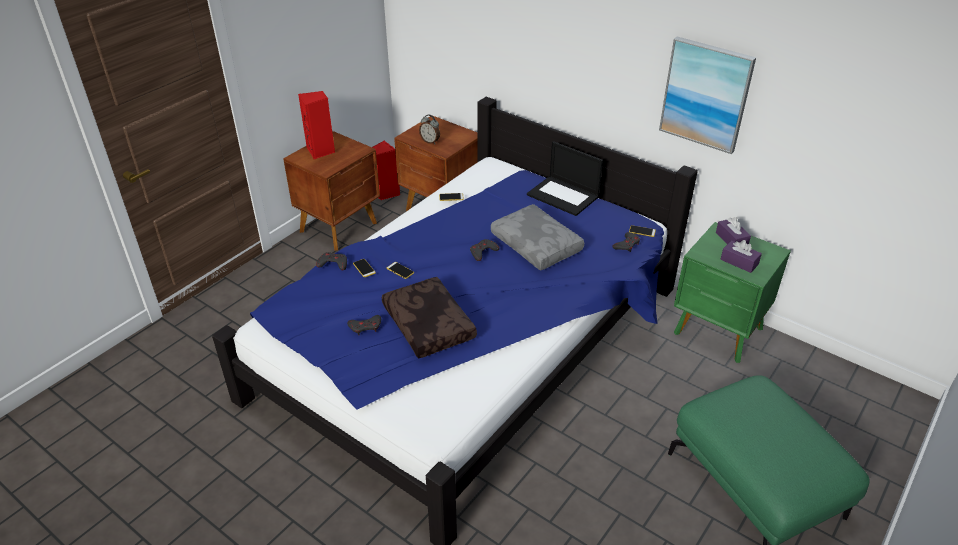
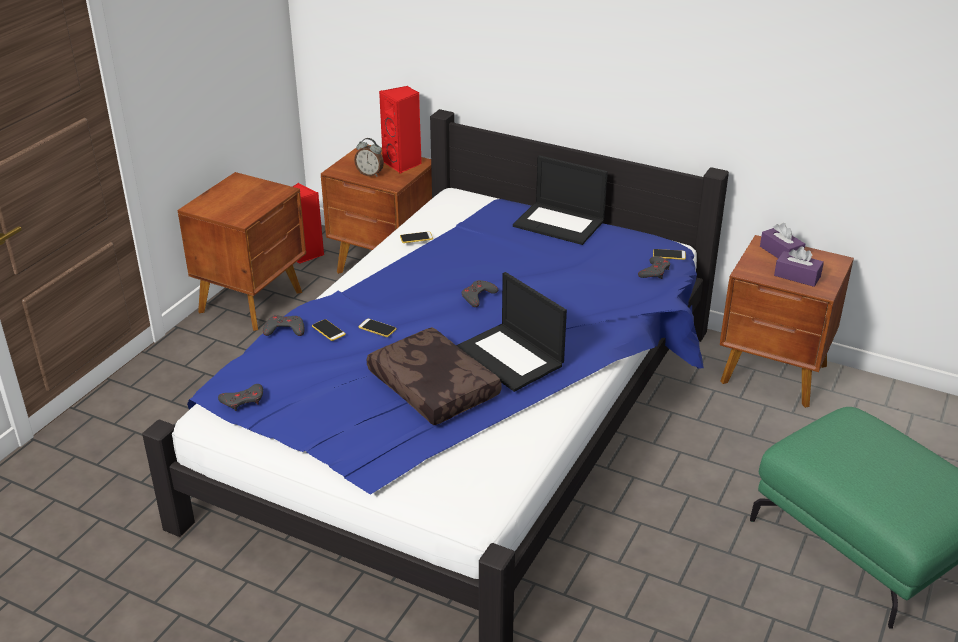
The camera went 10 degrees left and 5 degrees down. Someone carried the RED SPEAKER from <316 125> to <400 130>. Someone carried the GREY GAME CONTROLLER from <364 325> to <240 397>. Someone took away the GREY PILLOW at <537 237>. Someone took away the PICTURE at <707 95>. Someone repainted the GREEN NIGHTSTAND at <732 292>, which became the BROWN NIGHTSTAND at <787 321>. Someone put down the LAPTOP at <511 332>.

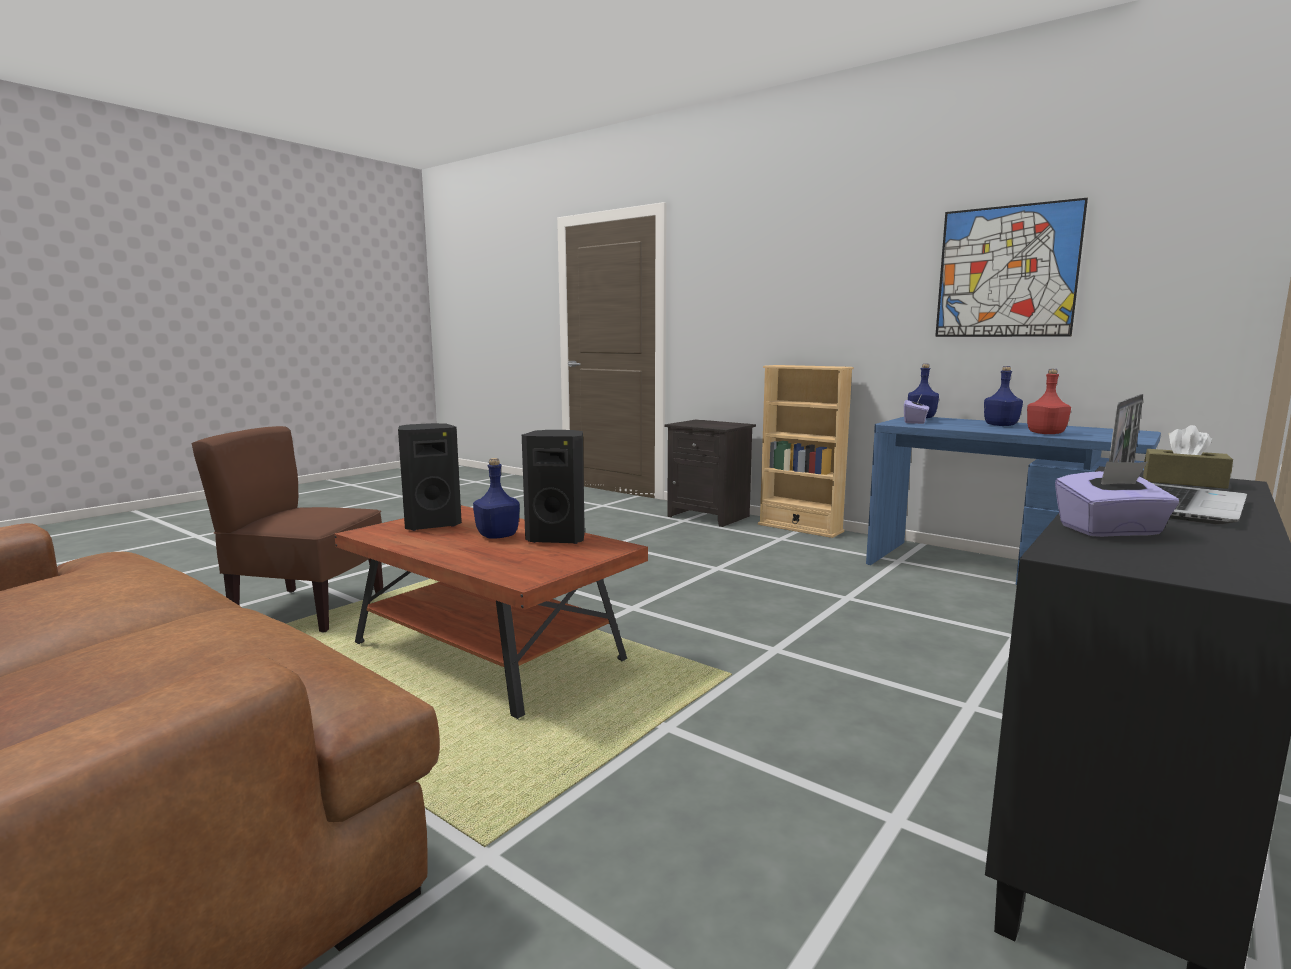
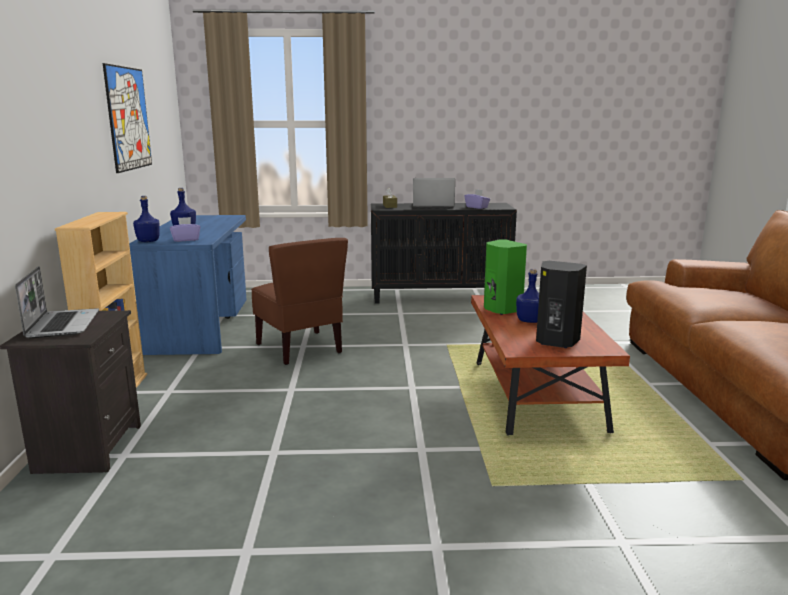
The camera went 130 degrees left and 5 degrees up. Someone carried the BROWN CHAIR from <288 529> to <299 301>. Someone repainted the BLACK SPEAKER at <553 487>, which became the GREEN SPEAKER at <505 277>. Someone took away the RED BOTTLE at <1049 401>. Someone put down the LAPTOP at <57 302>.

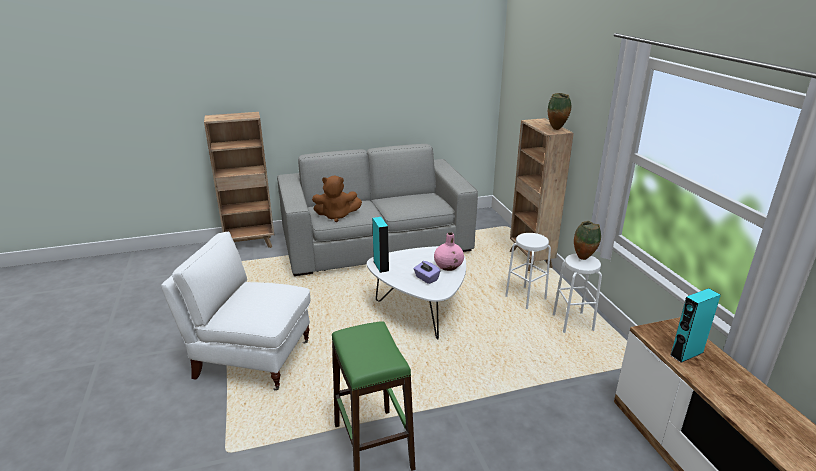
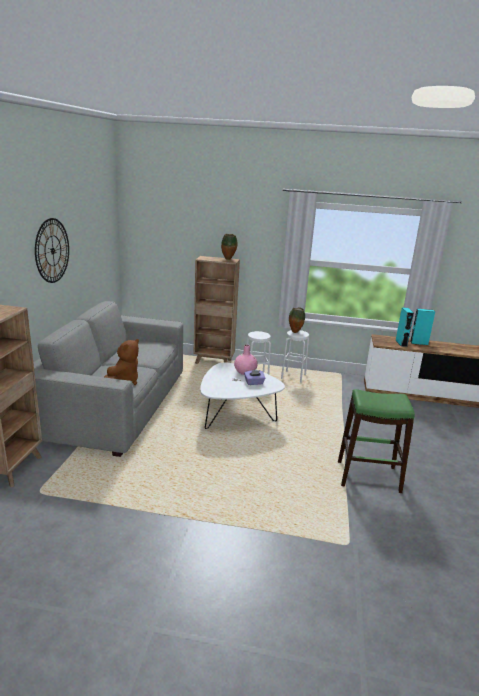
The camera went 65 degrees left and 5 degrees down. Someone took away the WHITE ARMCHAIR at <236 311>. Someone carried the TURQUOISE SPEAKER from <380 245> to <422 327>. Someone put up the WALL CLOCK at <52 250>.

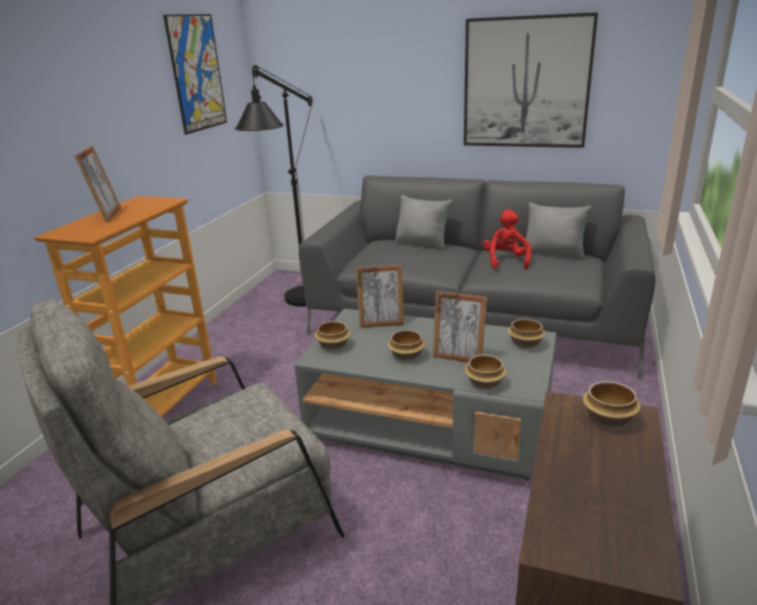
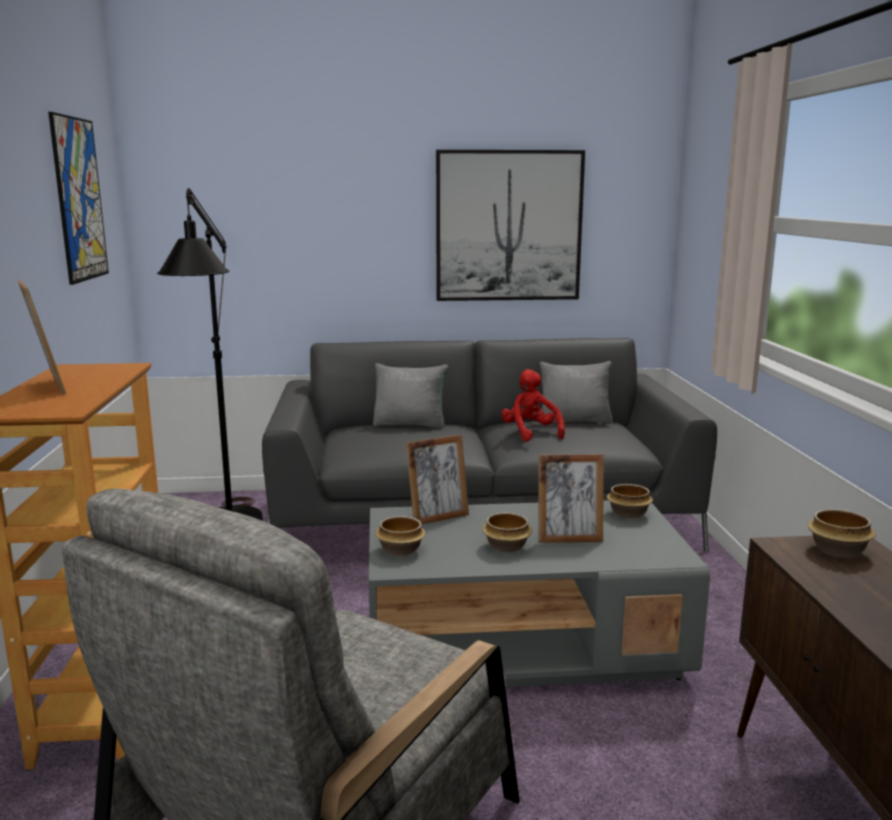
The camera went 25 degrees left and 10 degrees down. Someone took away the BOWL at <485 372>.

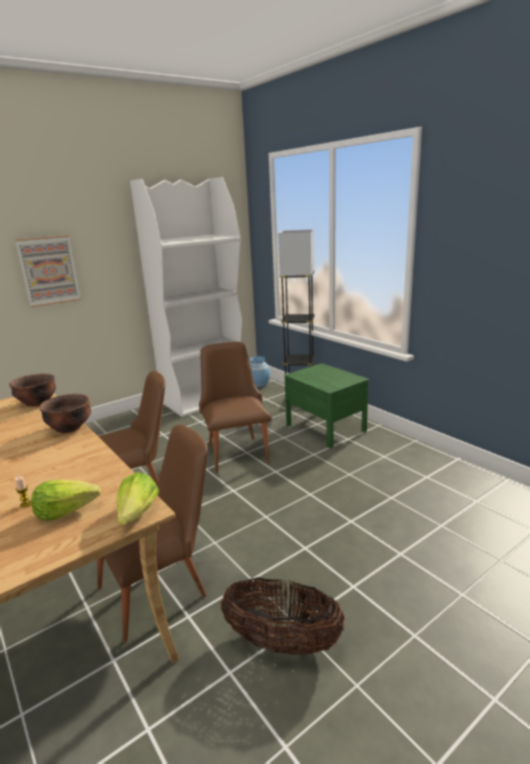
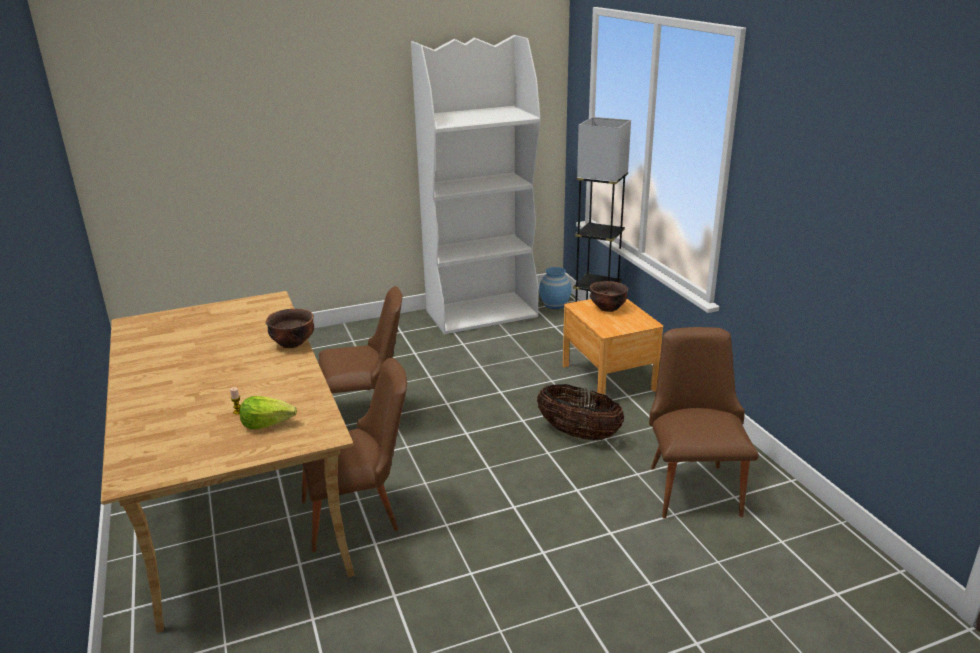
The camera went 15 degrees right and 5 degrees up. Someone carried the BROWN BOWL from <32 390> to <609 296>. Someone took away the PICTURE at <48 271>. Someone took away the LETTUCE at <138 498>. Someone carried the BROWN CHAIR from <235 407> to <704 423>. Someone carried the BASKET from <283 616> to <580 412>. Someone repainted the GREEN NIGHTSTAND at <326 405>, which became the BROWN NIGHTSTAND at <613 349>.

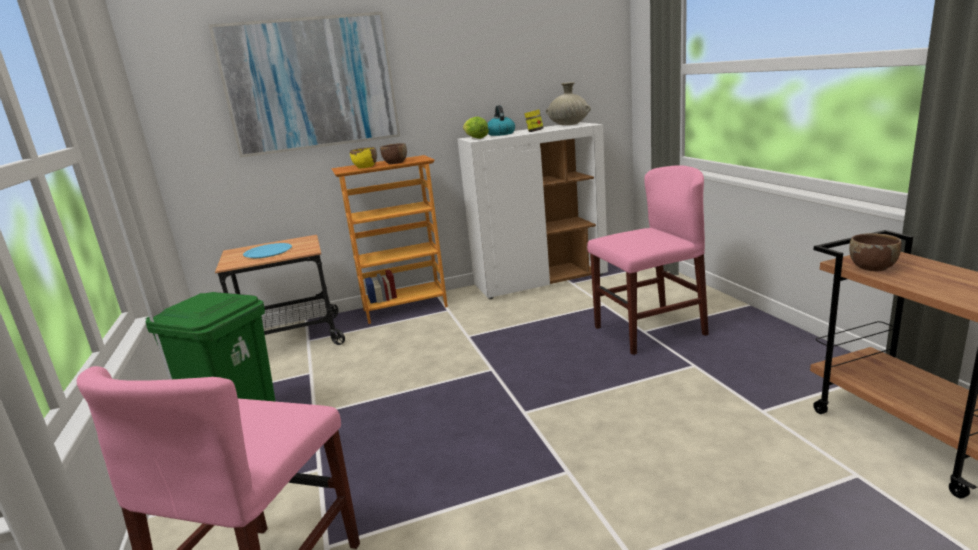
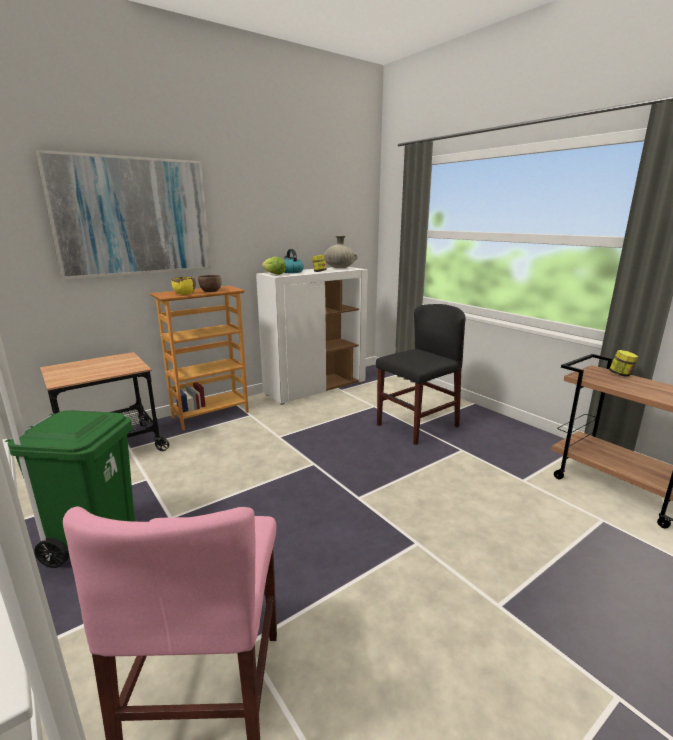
The camera went 20 degrees left and 0 degrees up. Someone took away the BLUE PLATE at <267 250>. Someone repainted the PINK CHAIR at <648 260>, which became the BLACK CHAIR at <421 374>. Someone took away the BROWN BOWL at <875 252>. Someone put down the JAR at <623 363>.

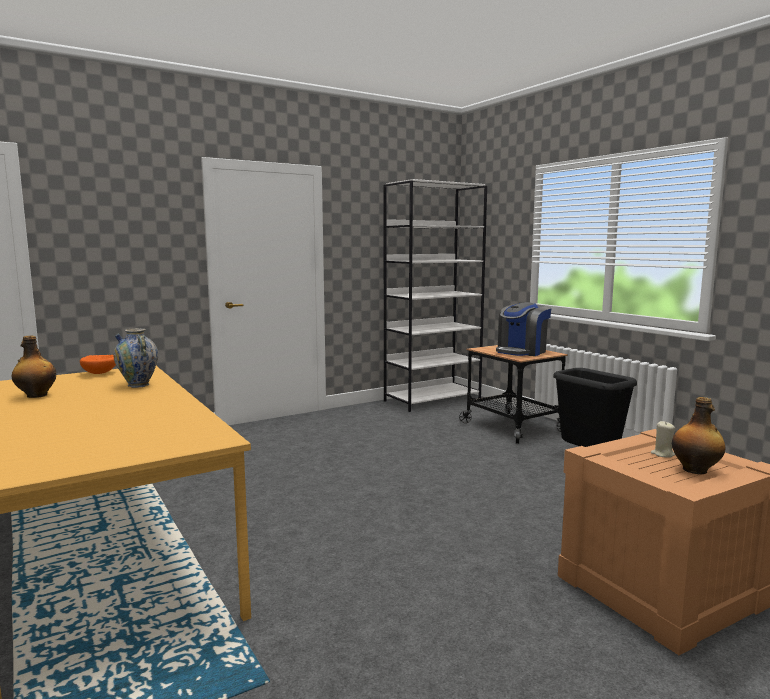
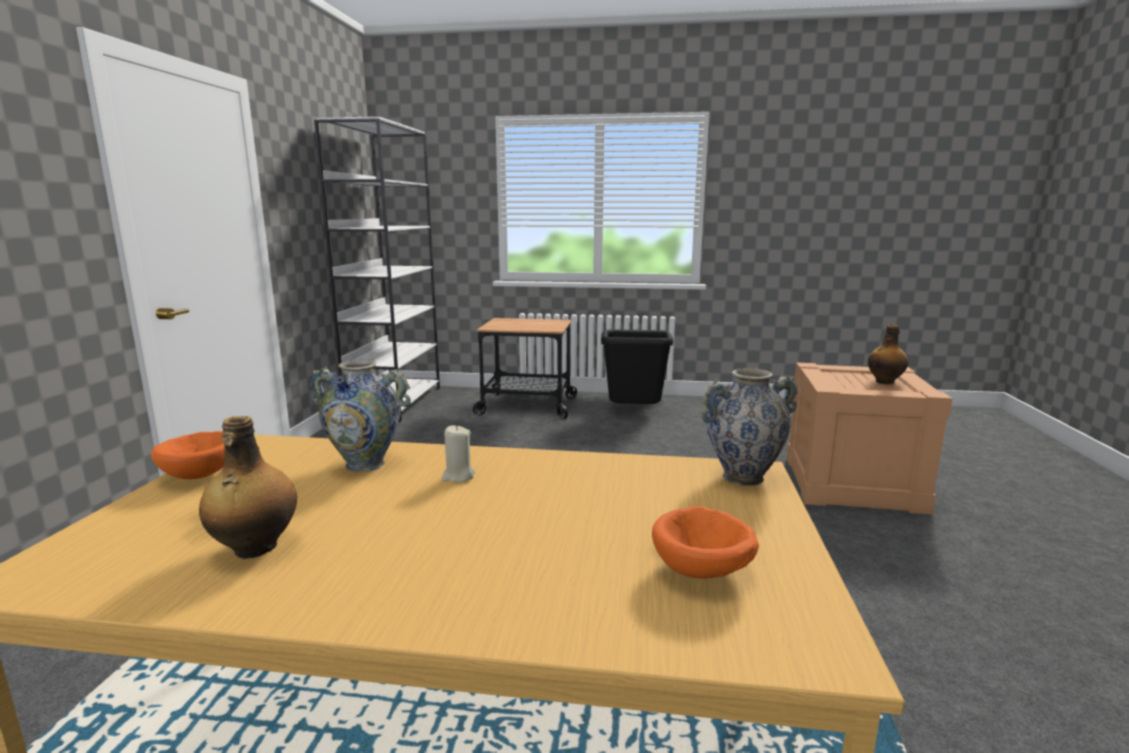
The camera went 50 degrees left and 5 degrees up. Someone took away the COFFEE MACHINE at <524 329>. Someone carried the BEIGE CANDLE from <663 439> to <458 453>. Someone put down the ORANGE BOWL at <705 542>. Someone put down the VASE at <749 427>.

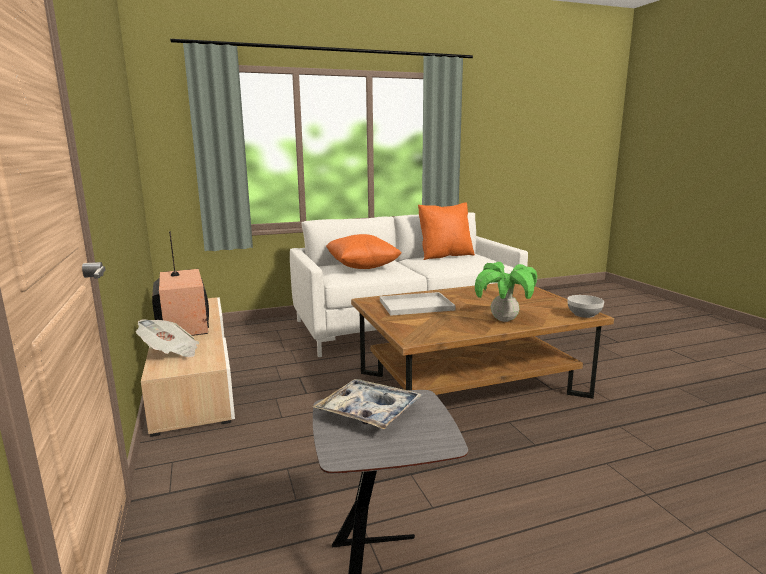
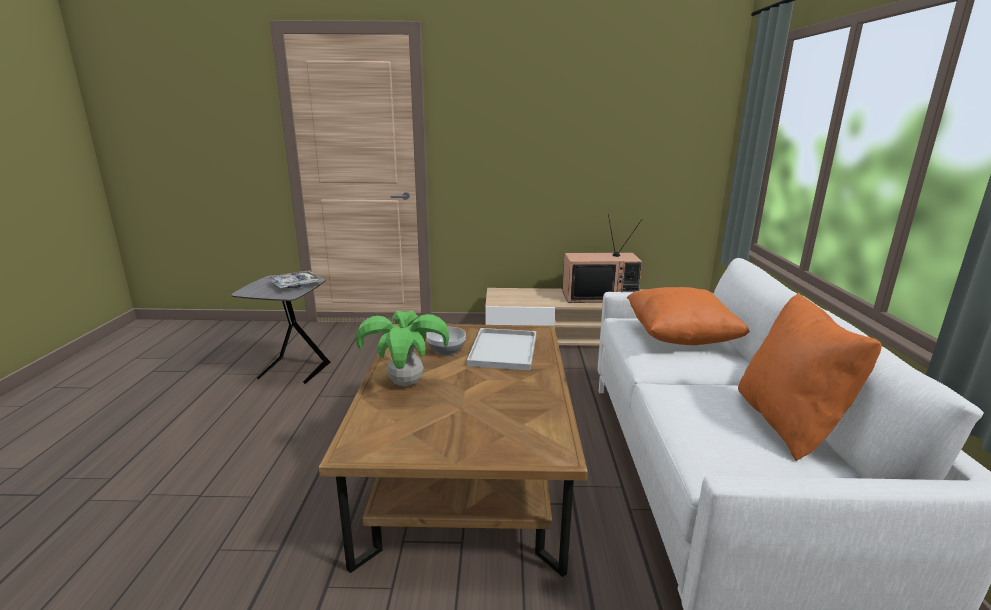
The camera went 110 degrees right and 5 degrees up. Someone took away the NEWSPAPER at <167 338>. Someone carried the BOWL from <585 306> to <446 340>.

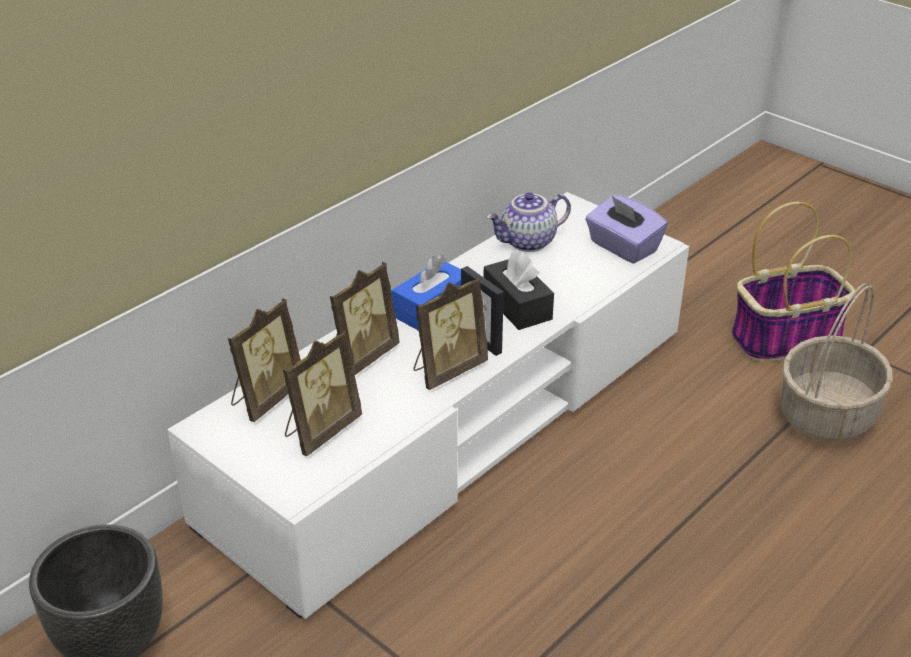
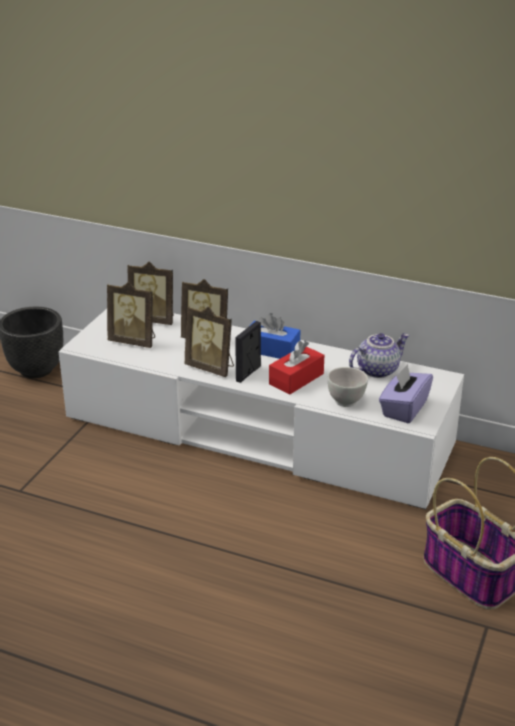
The camera went 70 degrees right and 5 degrees down. Someone repainted the BLACK TISSUE BOX at <519 290>, which became the RED TISSUE BOX at <296 367>. Someone rotated the TEAPOT at <528 222> by 105 degrees clockwise. Someone took away the BASKET at <836 362>. Someone put down the WHITE BOWL at <348 387>.

